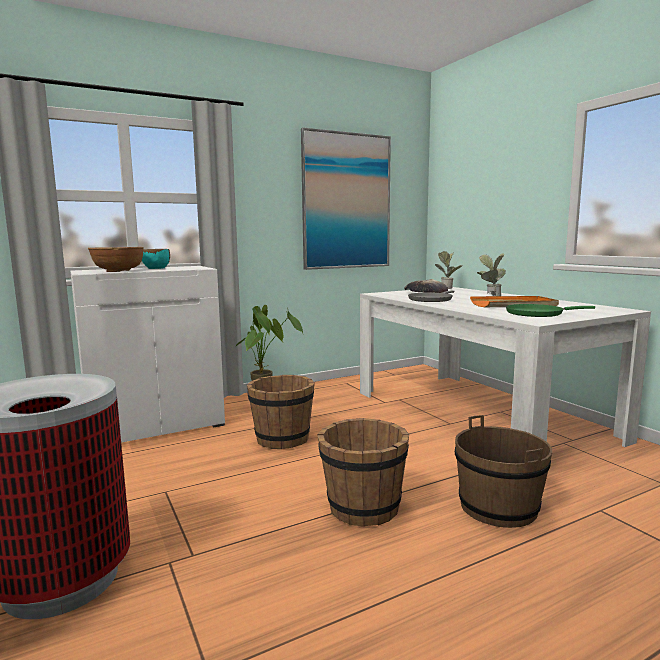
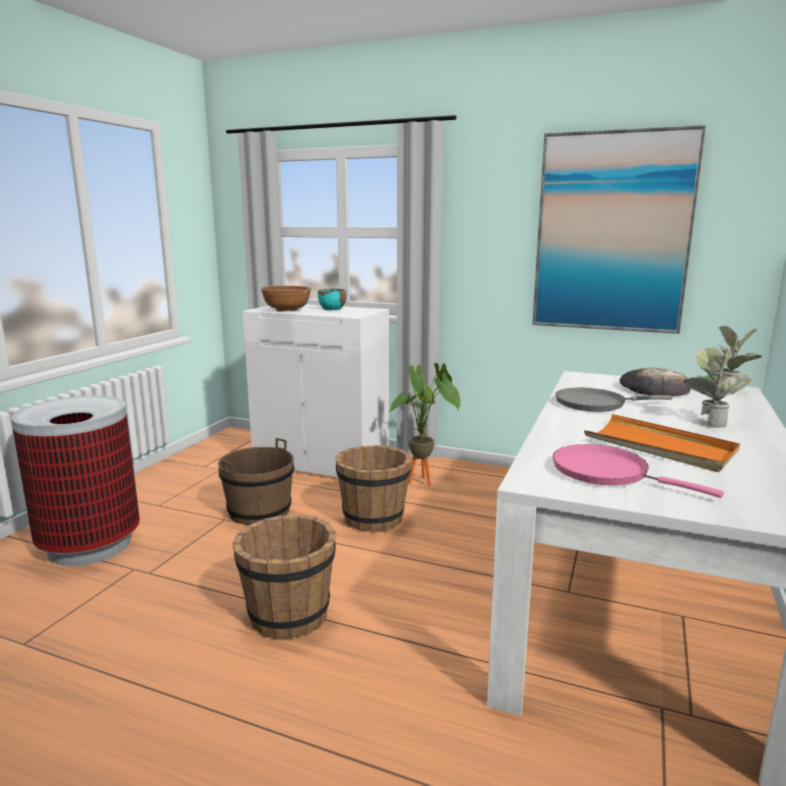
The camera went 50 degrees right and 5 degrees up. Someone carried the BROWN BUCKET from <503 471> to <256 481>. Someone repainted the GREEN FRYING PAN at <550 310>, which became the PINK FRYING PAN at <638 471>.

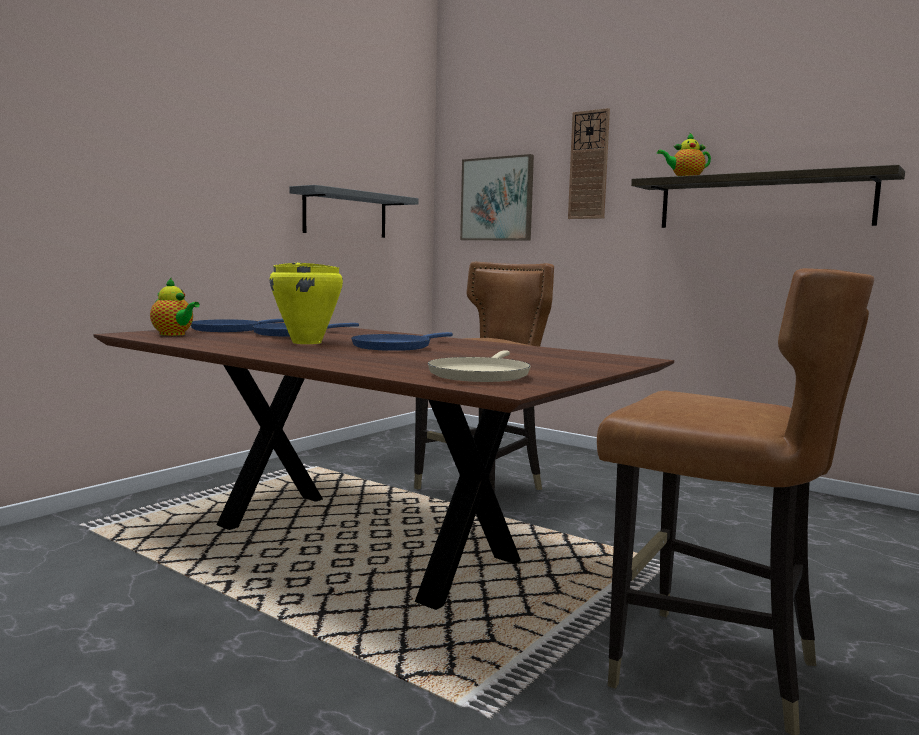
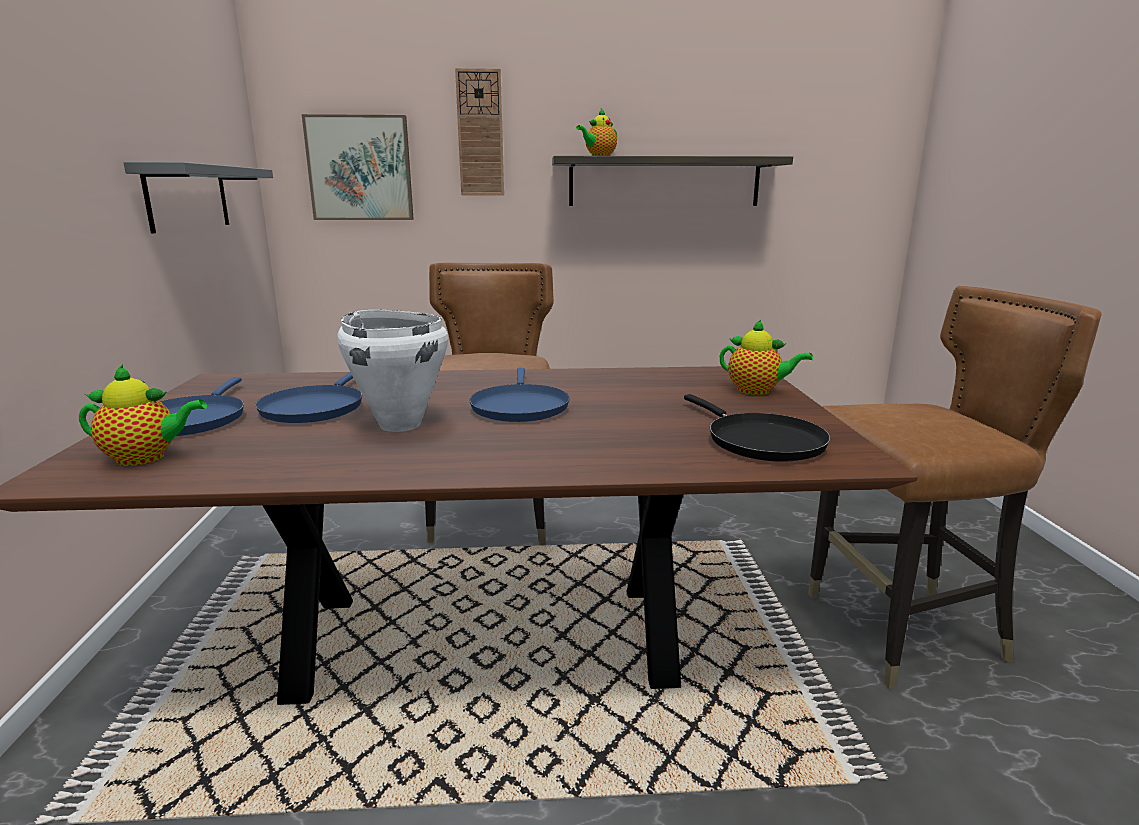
The camera went 40 degrees left and 10 degrees up. Someone repainted the YELLOW COOKING POT at <306 303>, which became the WHITE COOKING POT at <392 371>. Someone repainted the BEIGE FRYING PAN at <479 366>, which became the BLACK FRYING PAN at <757 428>. Someone put down the TEAPOT at <766 357>.

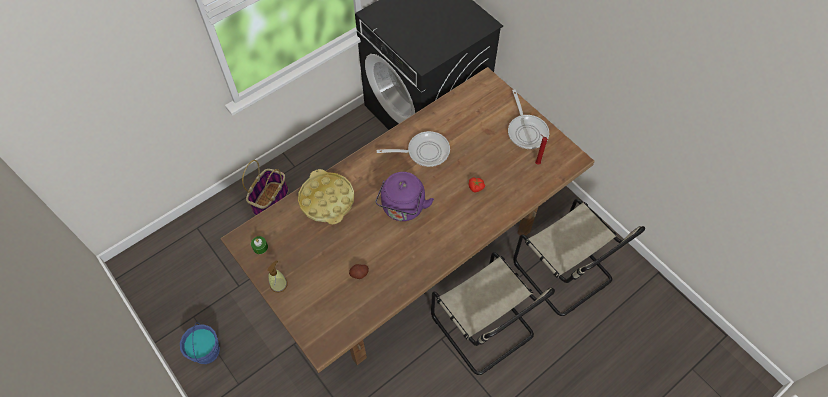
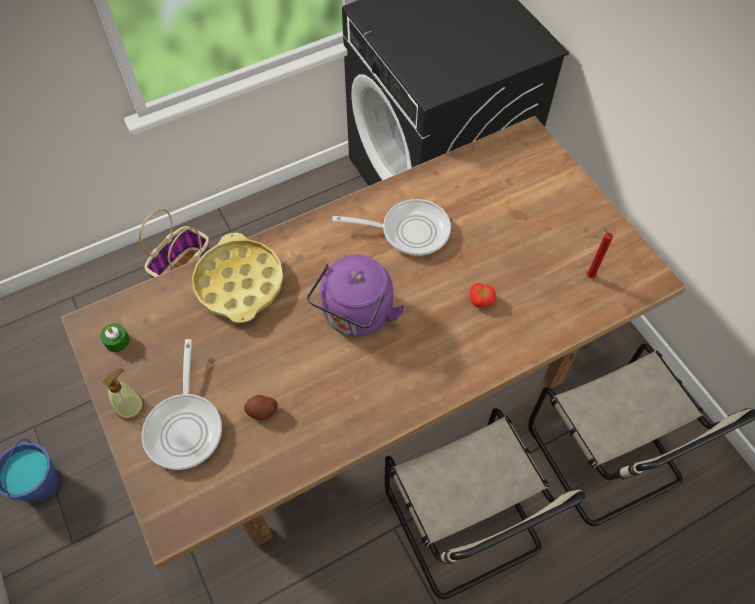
The camera went 10 degrees right and 0 degrees up. Someone carried the FRYING PAN from <528 119> to <182 404>.

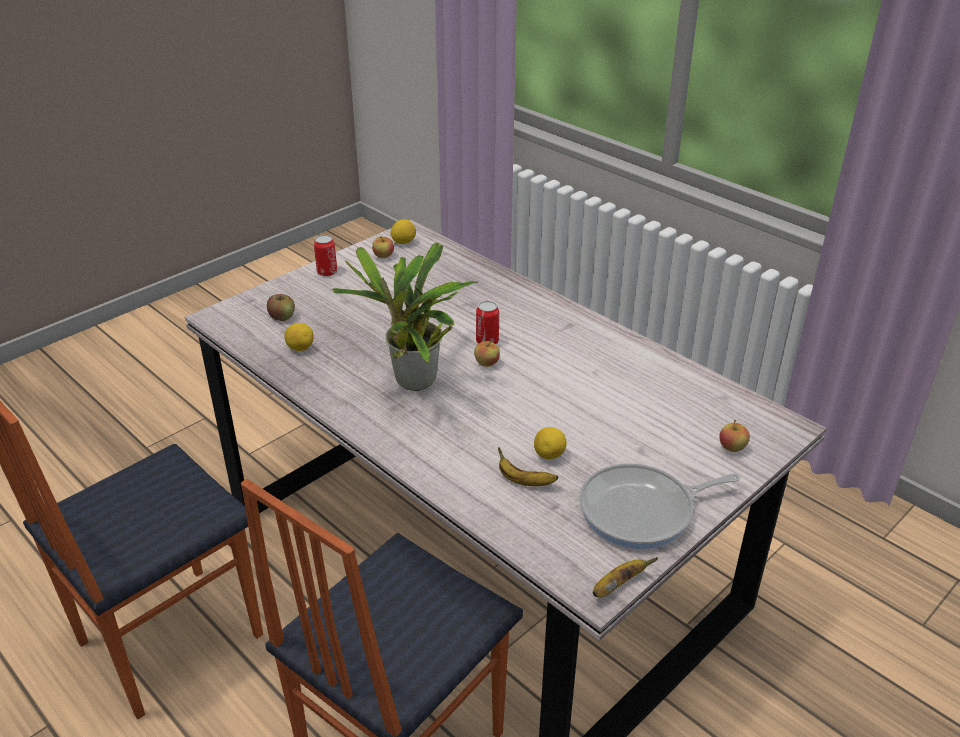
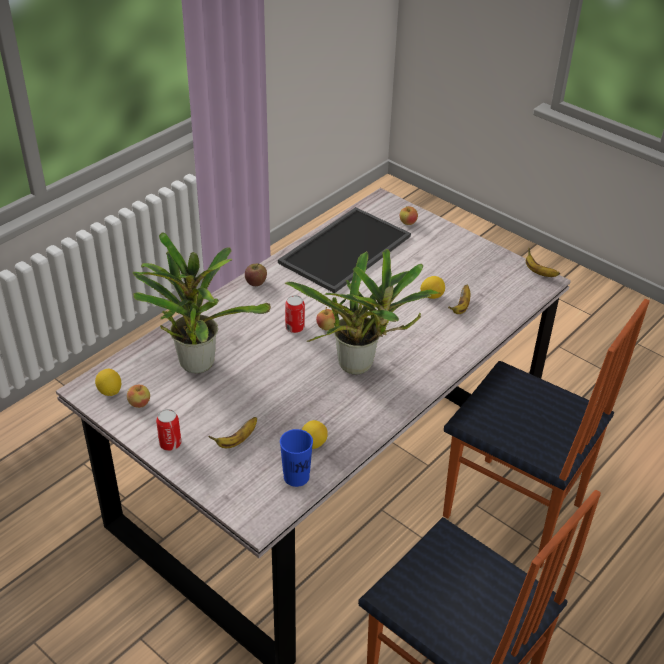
The camera went 95 degrees left and 5 degrees up. Someone carried the APPLE from <281 307> to <256 274>. Someone took away the FRYING PAN at <660 506>. Someone put down the POTTED PLANT at <202 302>. Someone put down the BANANA at <232 432>. Someone put down the TRAY at <344 250>. Someone put down the BLUE CUP at <296 458>.

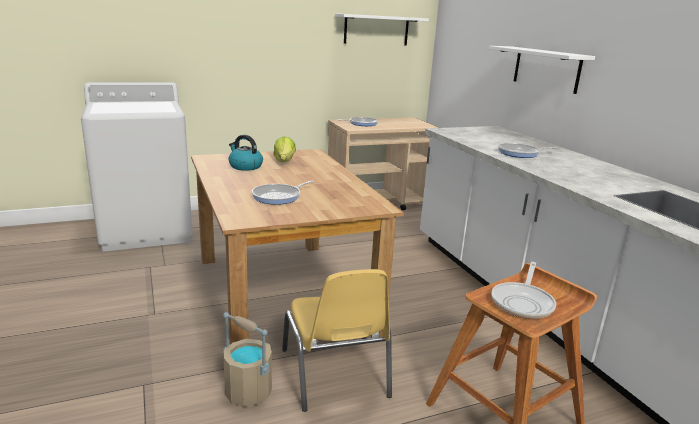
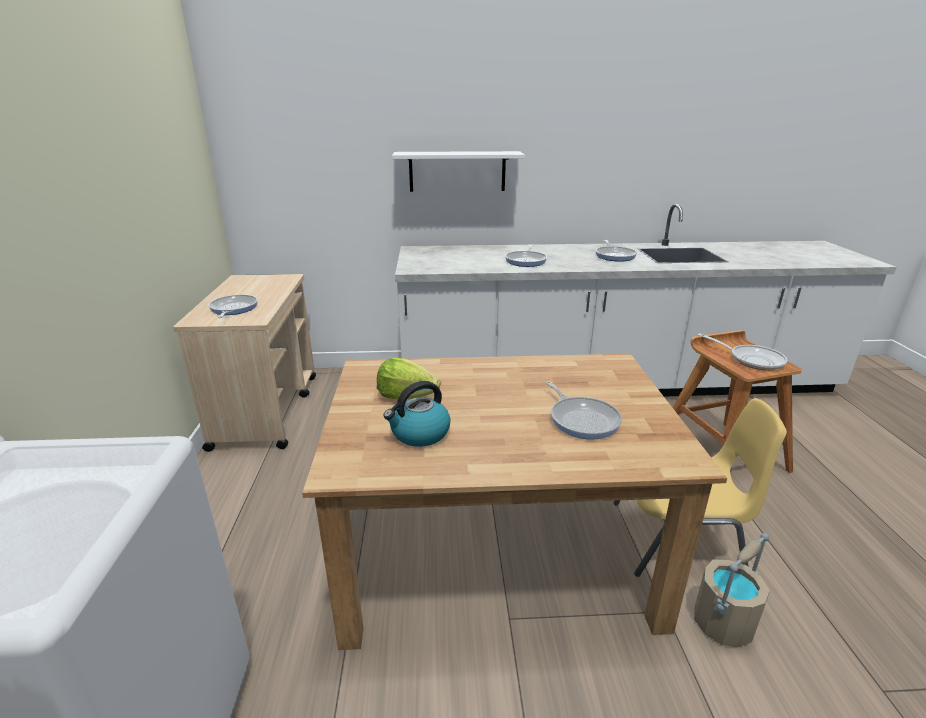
The camera went 70 degrees left and 5 degrees up. Someone took away the WHITE SHELF at <382 29>. Someone put down the FRYING PAN at <616 251>.

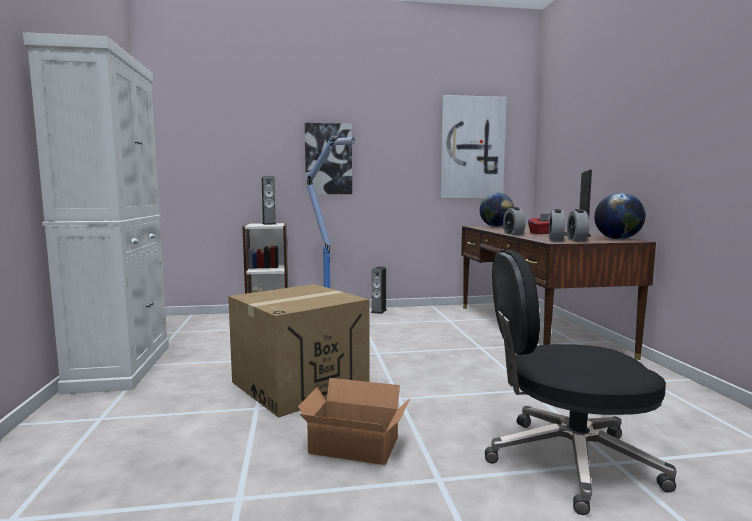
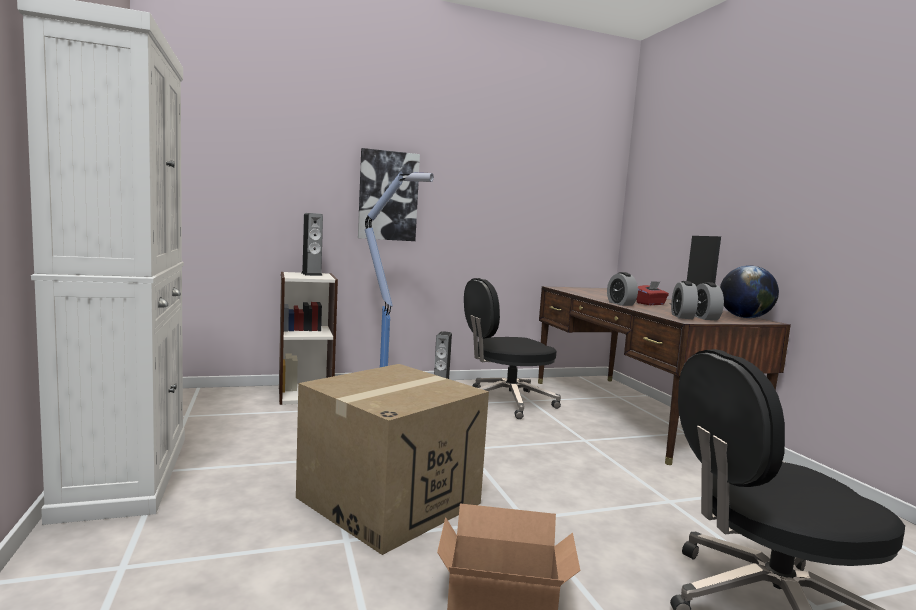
The camera went 10 degrees left and 0 degrees up. Someone took away the PICTURE at <473 147>. Someone took away the GLOBE at <497 210>. Someone put down the BLACK OFFICE CHAIR at <512 348>.

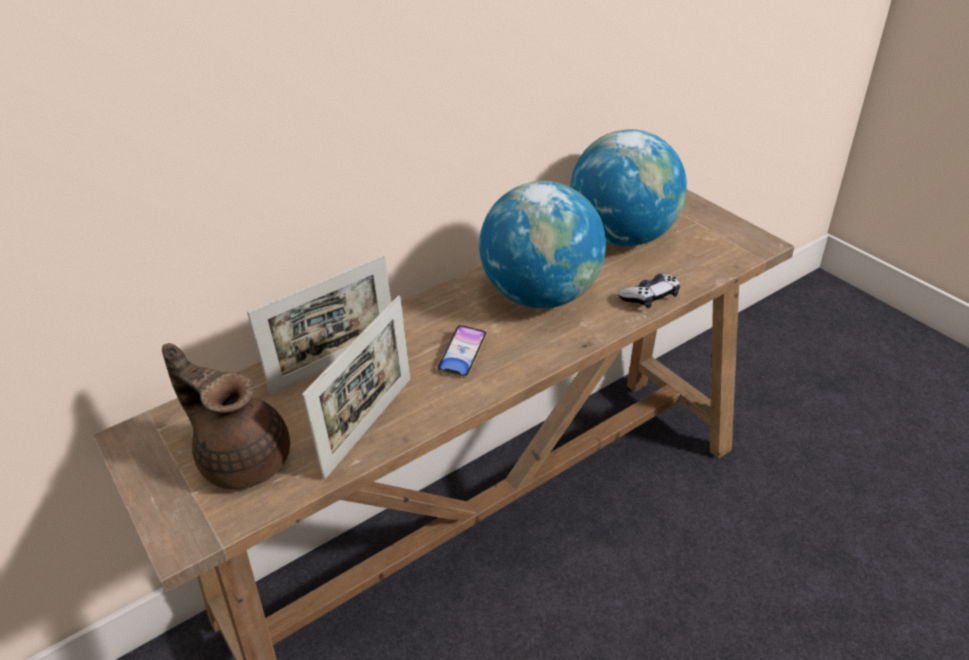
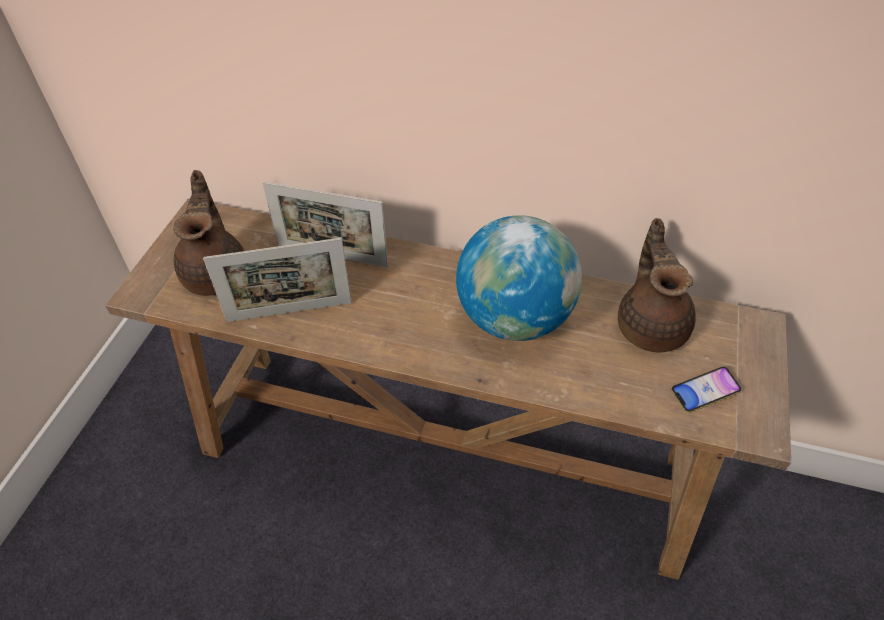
The camera went 50 degrees right and 10 degrees up. Someone carried the PHONE from <462 351> to <706 389>. Someone swapped the GLOBE at <628 188> for the BROWN TEAPOT at <657 285>. Someone took away the GAME CONTROLLER at <649 291>.

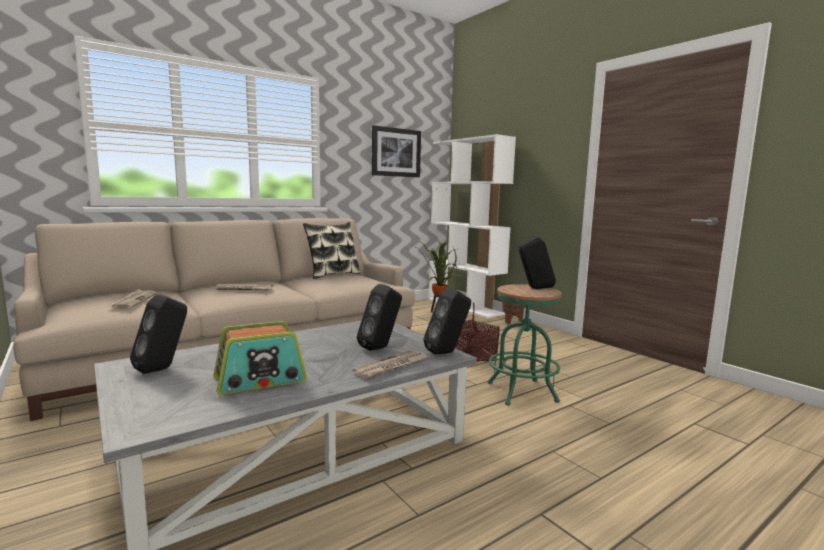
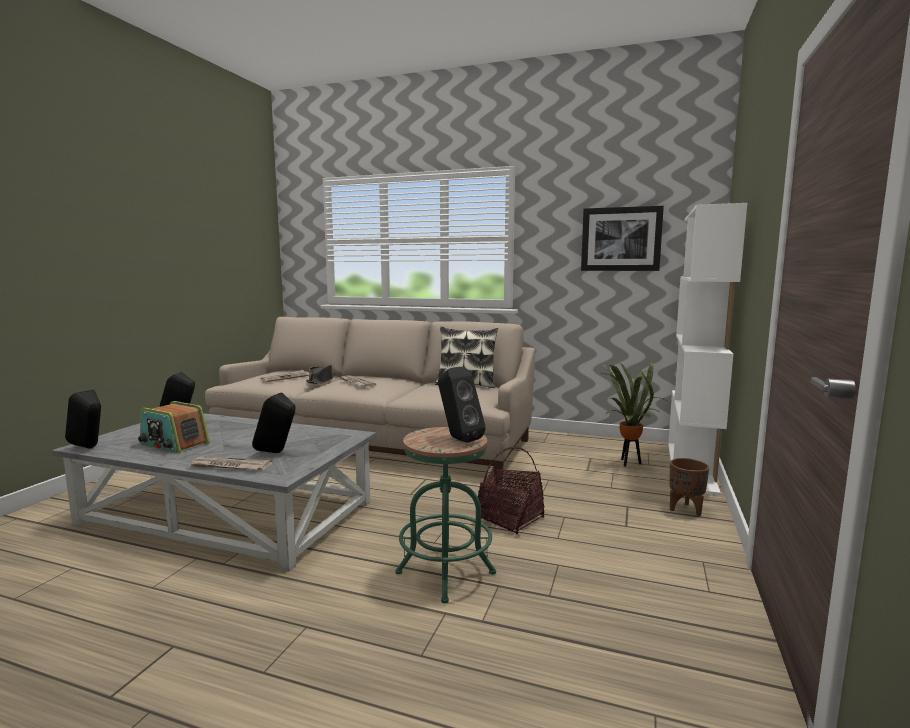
The camera went 55 degrees right and 0 degrees up. Someone carried the BLACK SPEAKER from <447 321> to <83 419>. Someone put down the BLACK HAT at <320 374>.

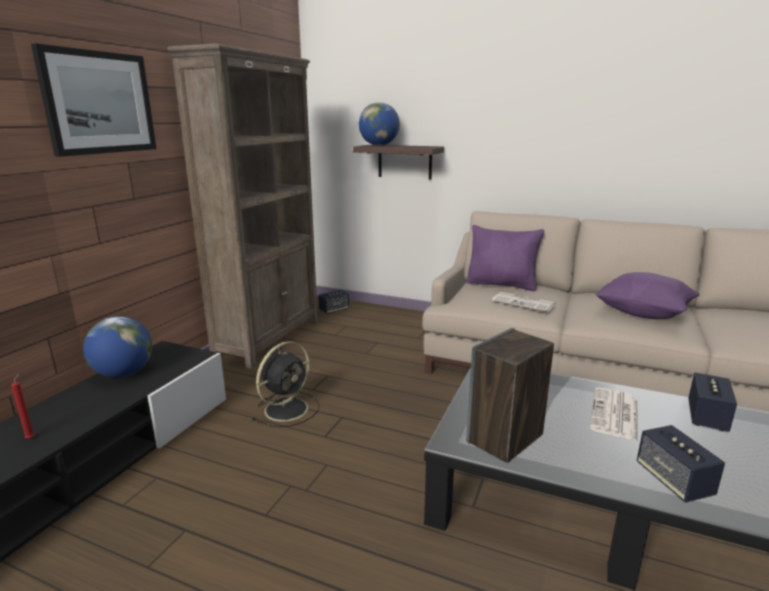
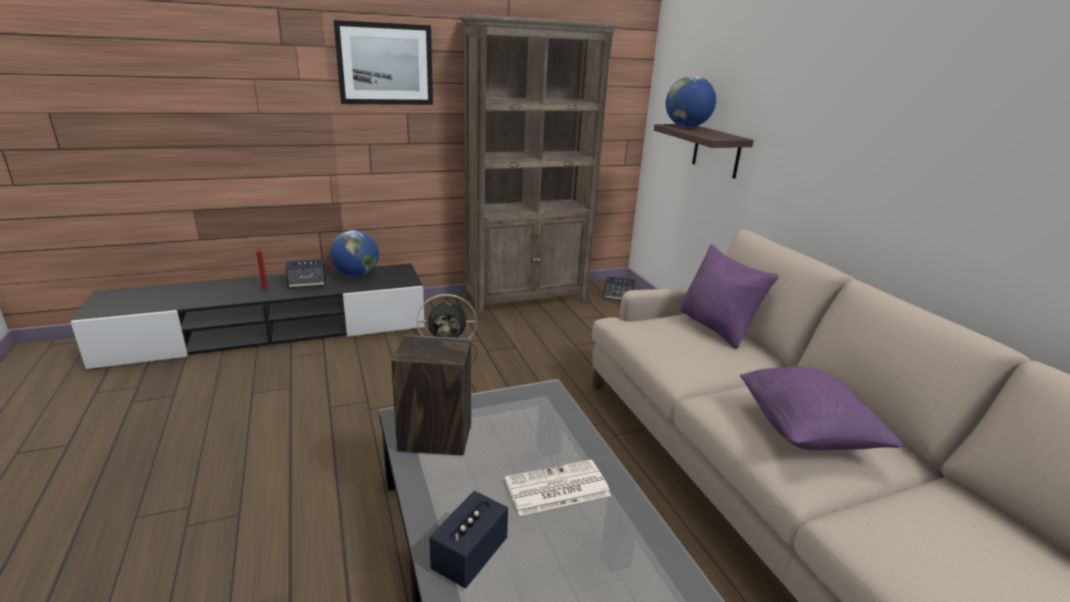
The camera went 45 degrees right and 5 degrees up. Someone took away the NEWSPAPER at <524 302>. Someone carried the SPEAKER from <712 402> to <306 274>.

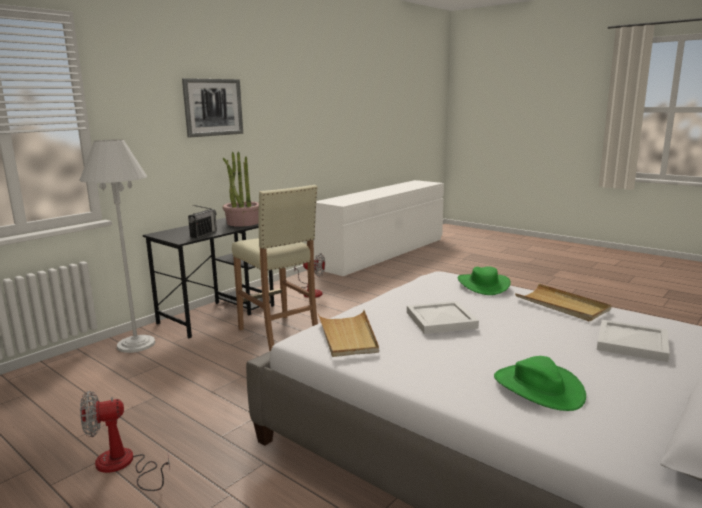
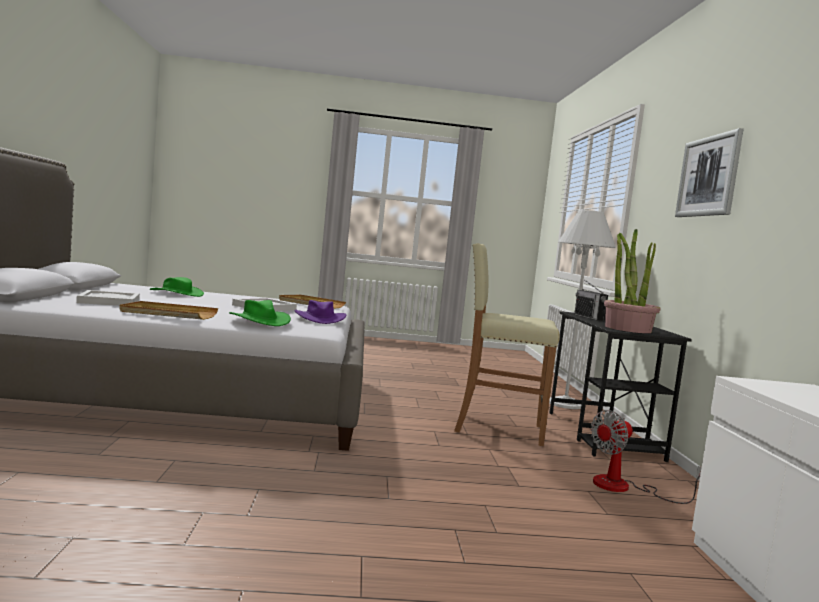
The camera went 135 degrees right and 10 degrees down. Someone took away the FAN at <125 441>. Someone put down the PURPLE HAT at <320 312>.

